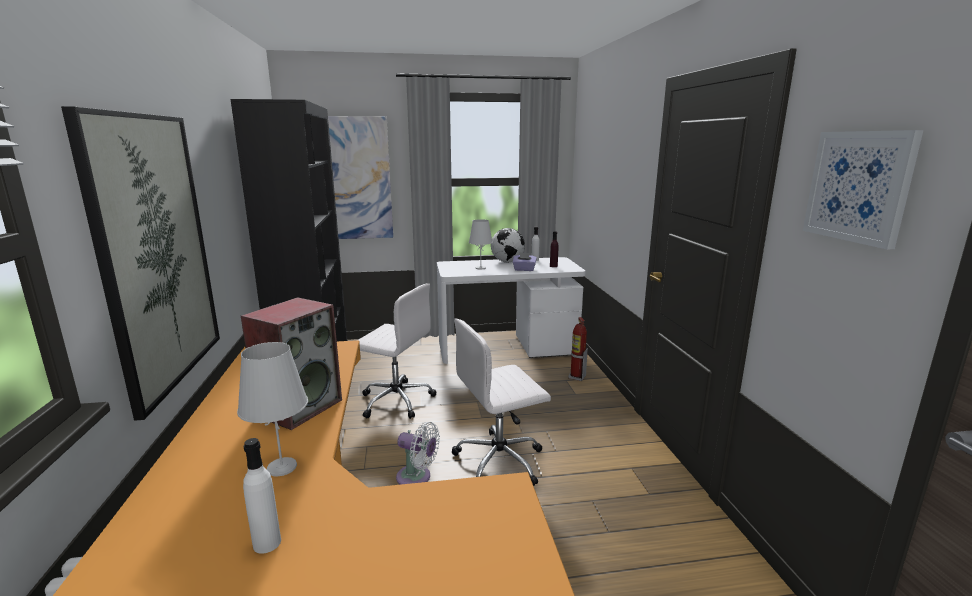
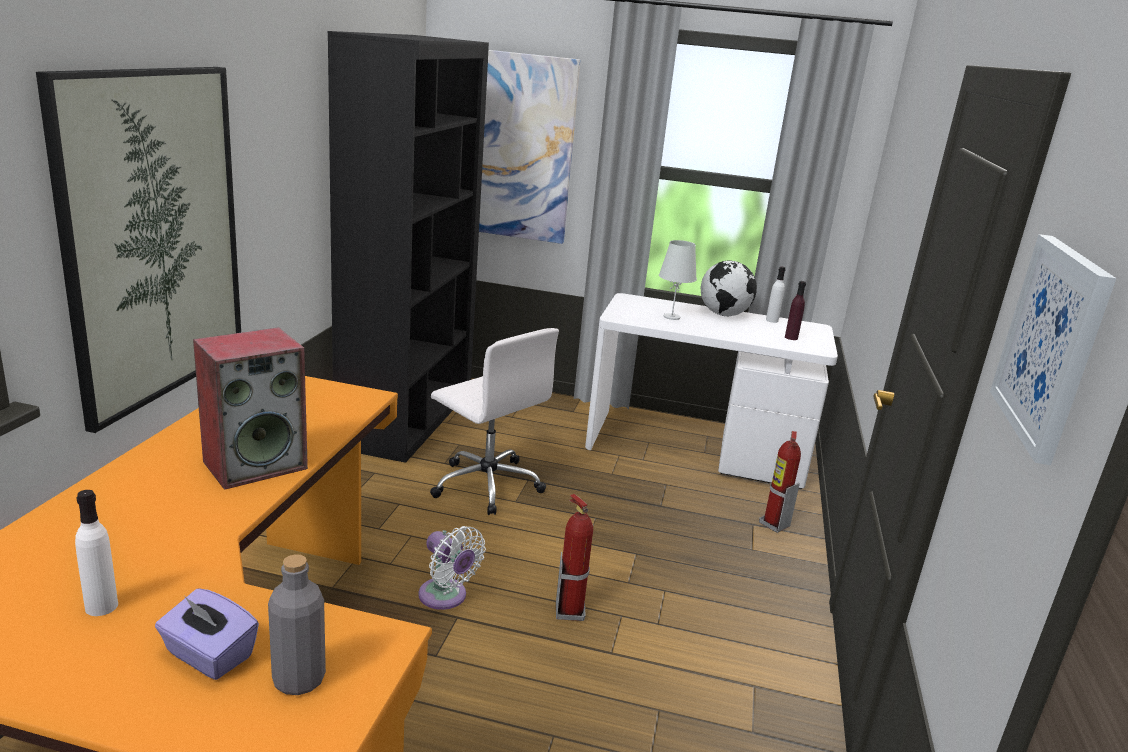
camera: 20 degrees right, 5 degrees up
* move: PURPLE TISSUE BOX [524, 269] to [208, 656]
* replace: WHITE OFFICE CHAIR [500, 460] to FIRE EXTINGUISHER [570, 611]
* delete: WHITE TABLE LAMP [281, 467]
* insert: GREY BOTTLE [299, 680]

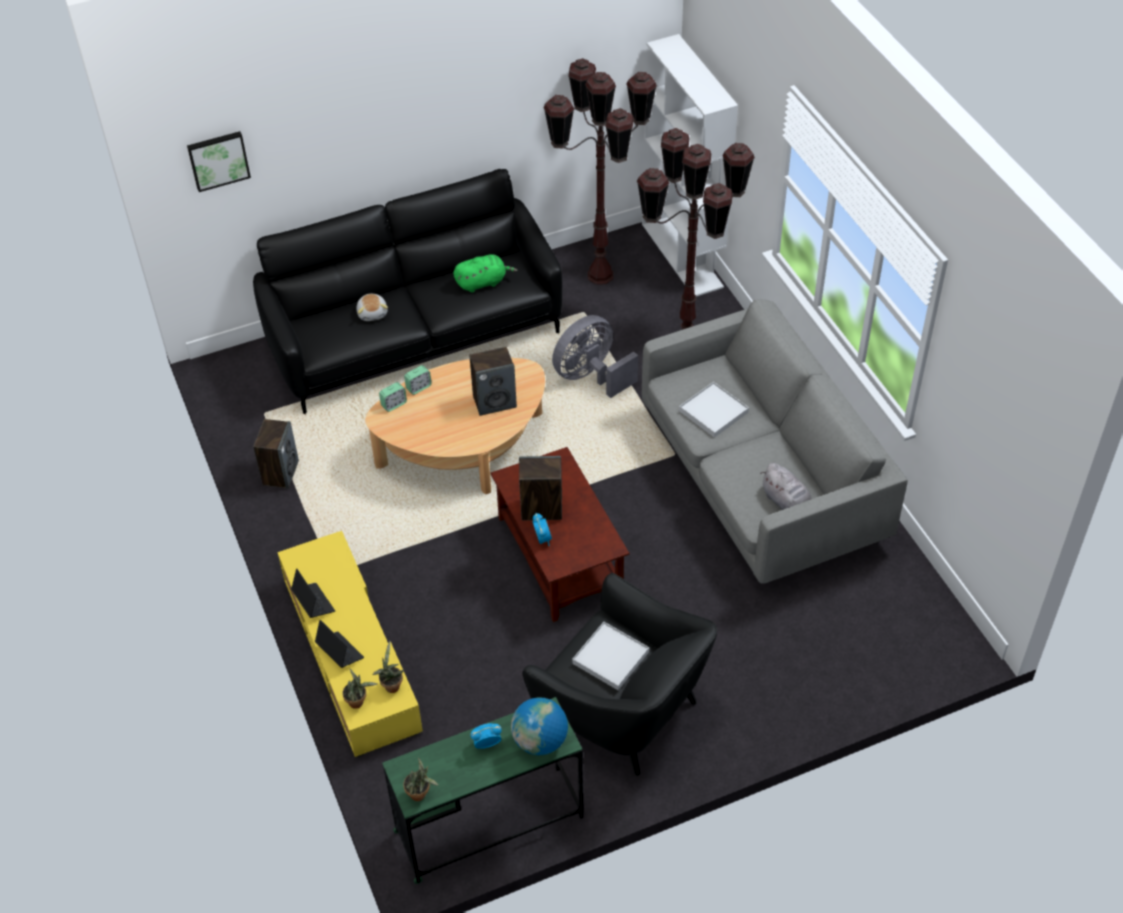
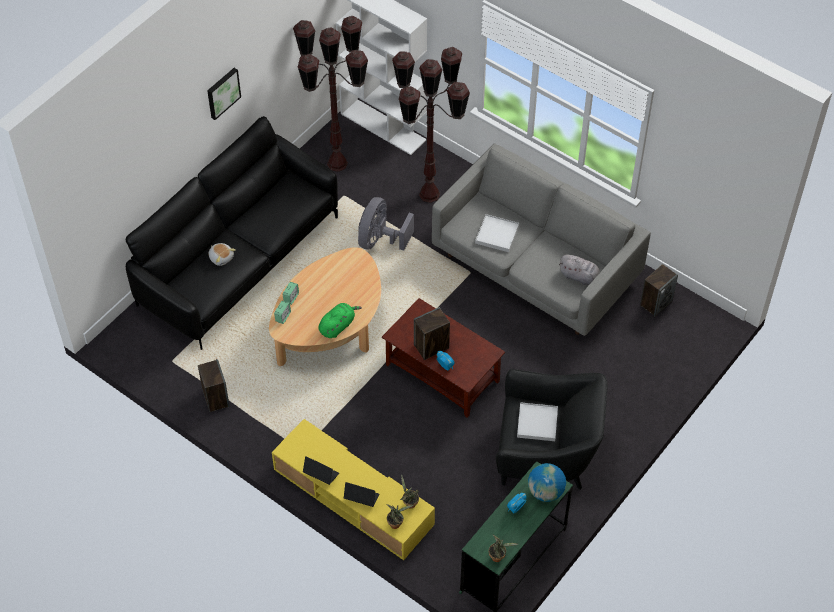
camera: 30 degrees left, 5 degrees up
* move: PICTURE [218, 160] to [222, 92]
* move: GREEN PLUSH TOY [483, 282] to [338, 326]
* move: SPEAKER [495, 401] to [656, 303]

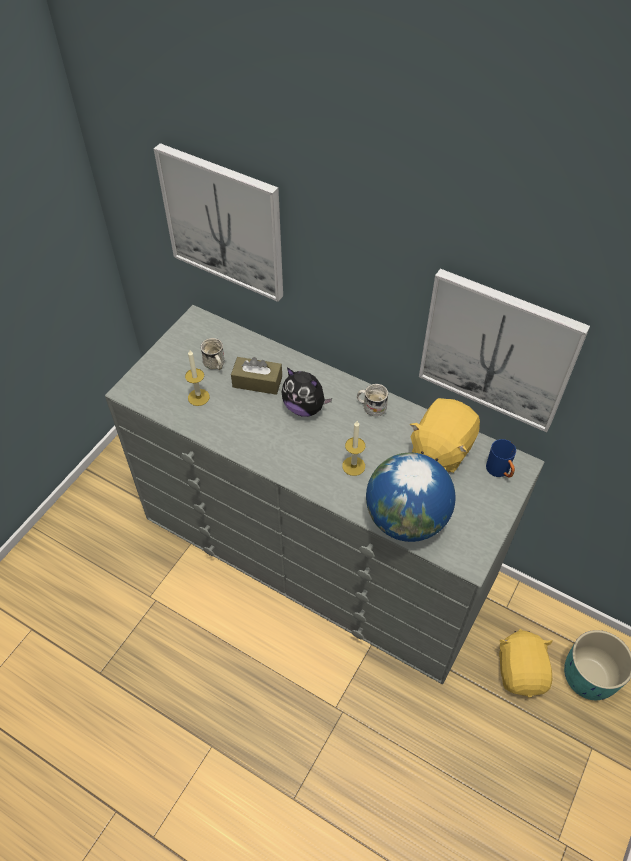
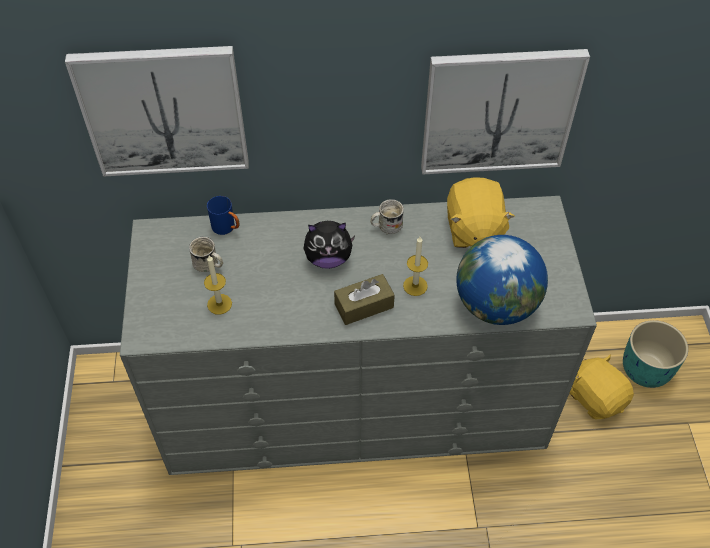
camera: 35 degrees left, 0 degrees up
* move: BROWN TISSUE BOX [257, 382] to [364, 306]
* move: BLUE MUG [500, 471] to [227, 228]

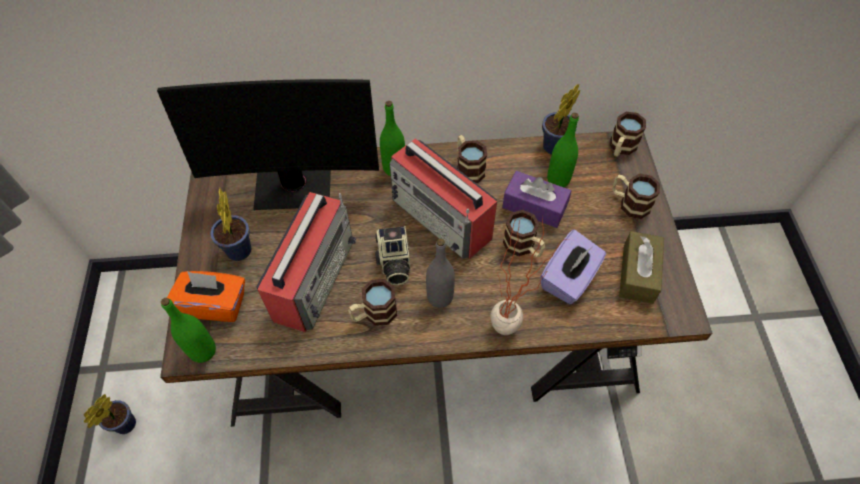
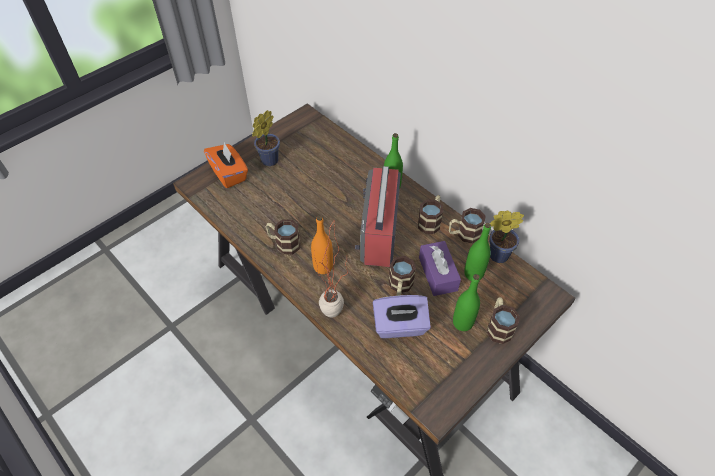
camera: 50 degrees right, 5 degrees down
* delete: MONITOR [294, 186]
* move: MUG [621, 148] to [464, 234]
* delete: RADIO [315, 277]
* delete: PHOTO CAMERA [393, 262]
* delete: BROWN TISSUE BOX [638, 273]
* recolor: GREY BOTTLE [440, 297] to ORANGE BOTTLE [323, 267]
* move: GREEN BOTTLE [203, 351] to [462, 323]
* delete: POTTED PLANT [123, 427]

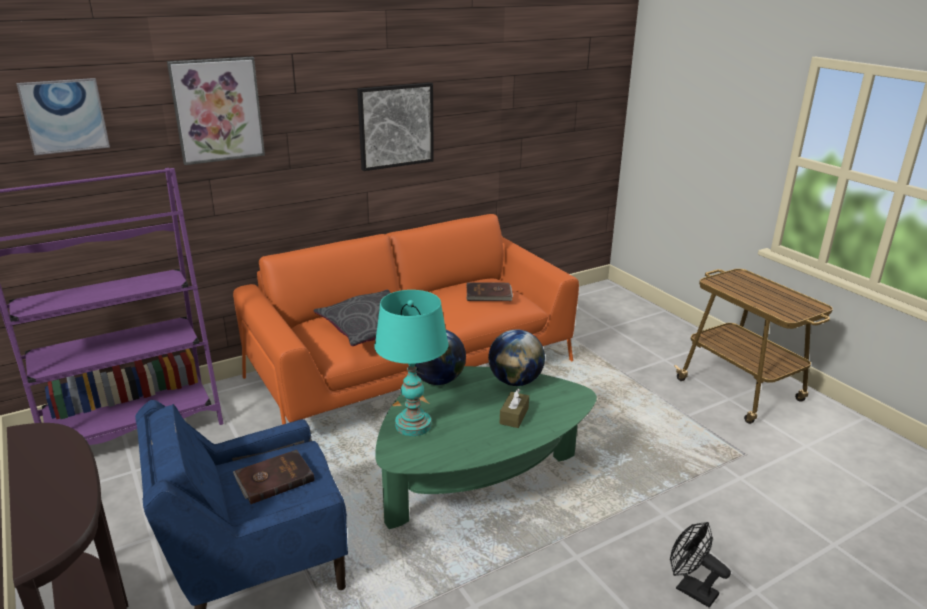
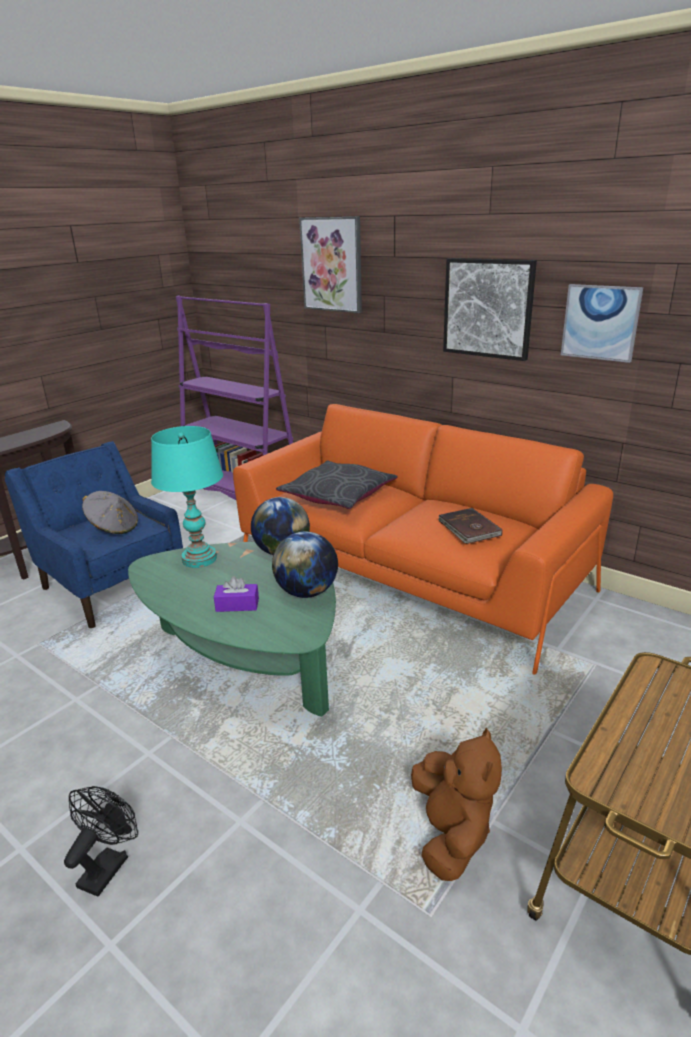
camera: 70 degrees right, 0 degrees up
* move: PICTURE [64, 116] to [600, 322]
* recolor: BROWN TISSUE BOX [514, 416] to PURPLE TISSUE BOX [237, 605]
* replace: BROWN BOOK [273, 478] to GREY HAT [113, 528]
* insert: BROWN PLUSH TOY [451, 834]

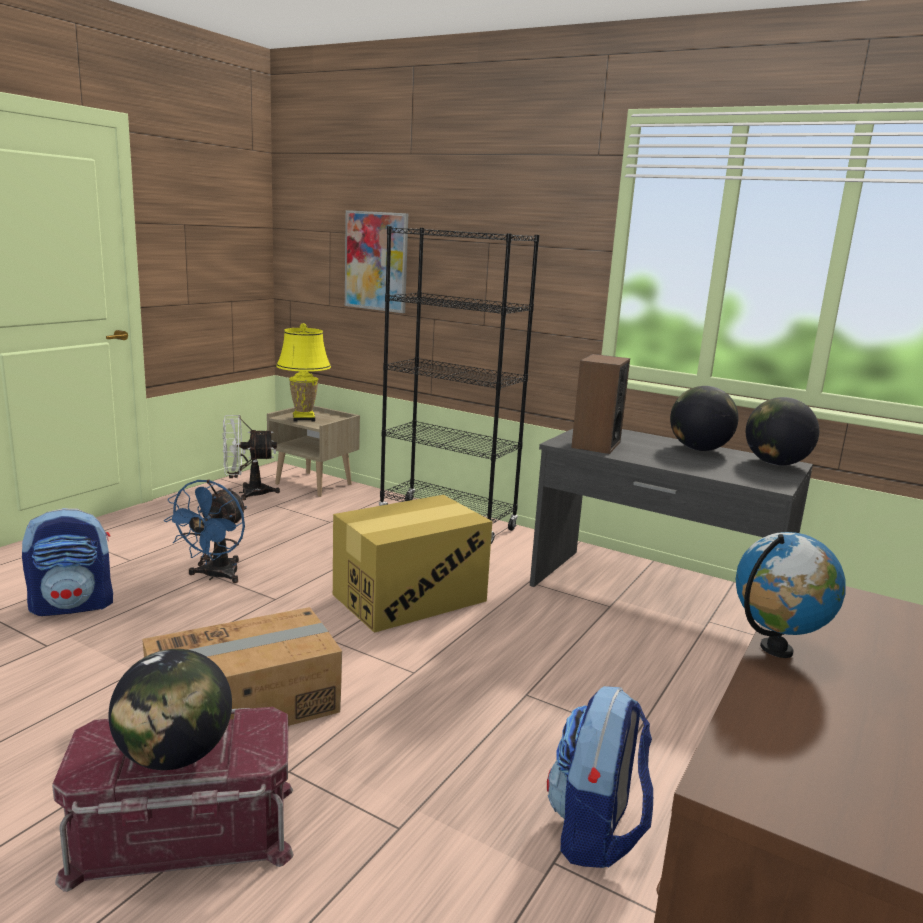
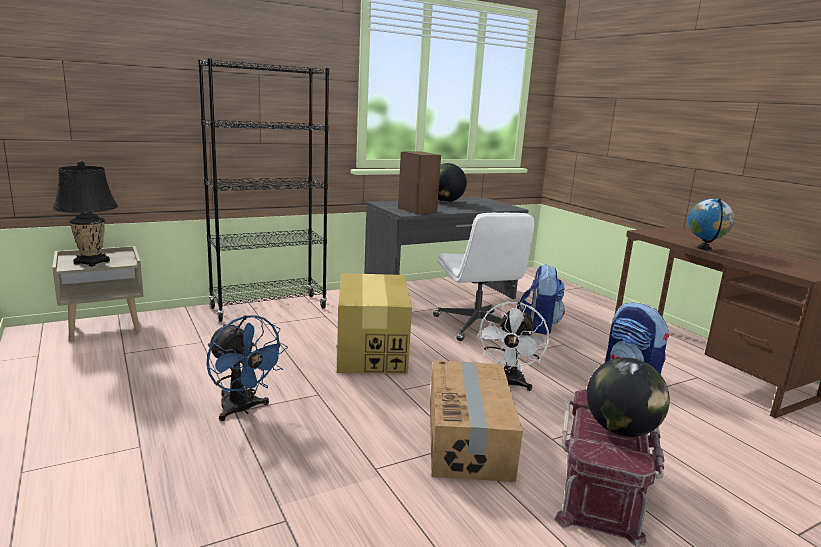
camera: 60 degrees left, 0 degrees up
* delete: PICTURE [376, 261]
* recolor: YELLOW TABLE LAMP [303, 418] to BLACK TABLE LAMP [91, 262]
* delete: GLOBE [775, 463]
* move: WHITE FAN [247, 493] to [508, 384]
* move: BACKPACK [73, 605] to [539, 326]
* insert: WHITE OFFICE CHAIR [477, 326]

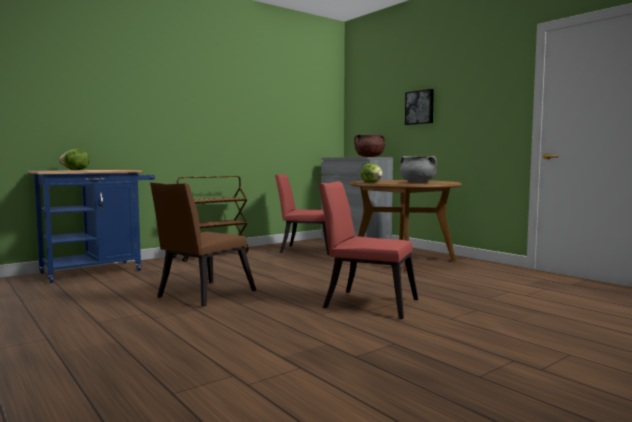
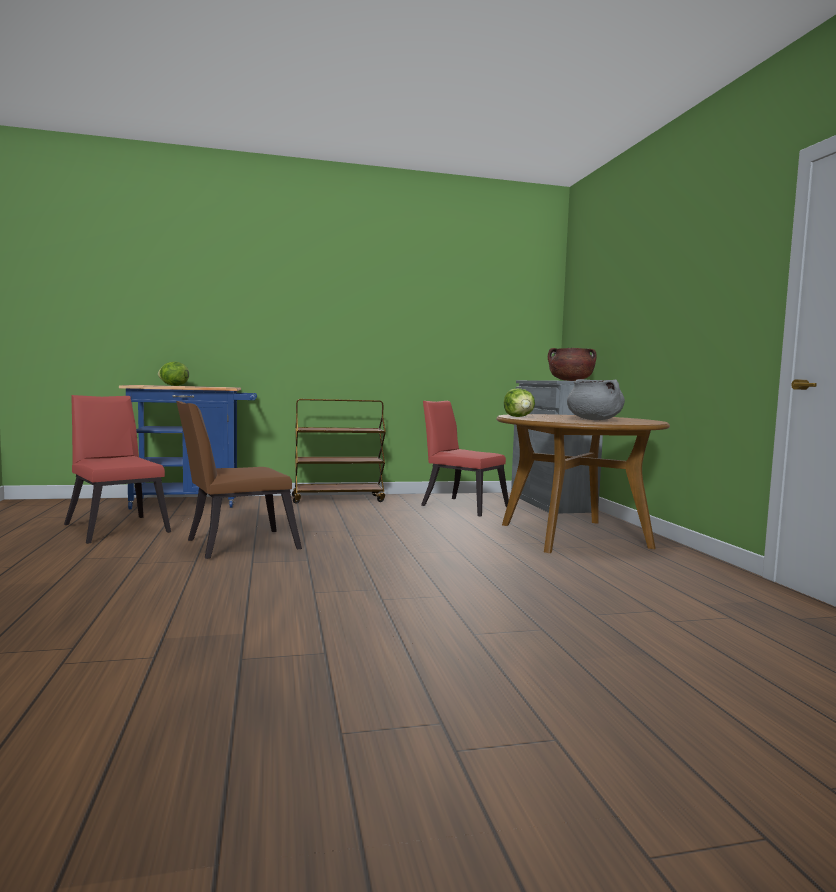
camera: 25 degrees right, 0 degrees up
* delete: PICTURE [420, 107]
* move: RED CHAIR [365, 303] to [116, 527]

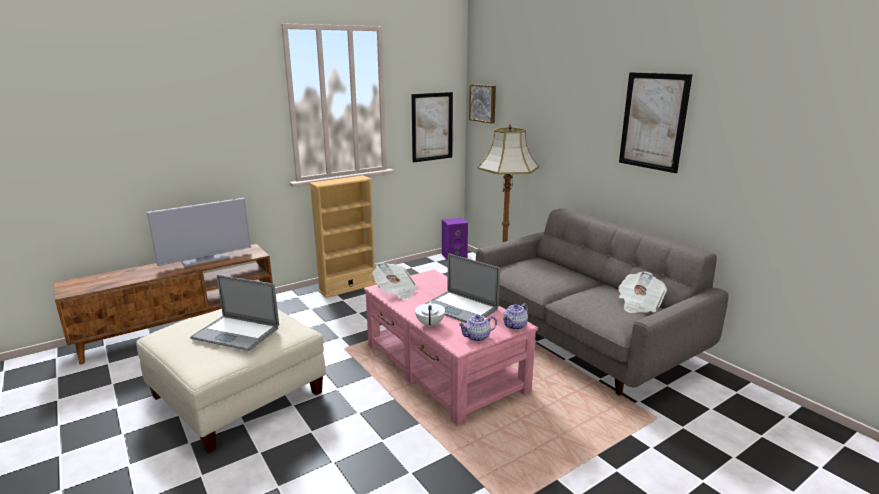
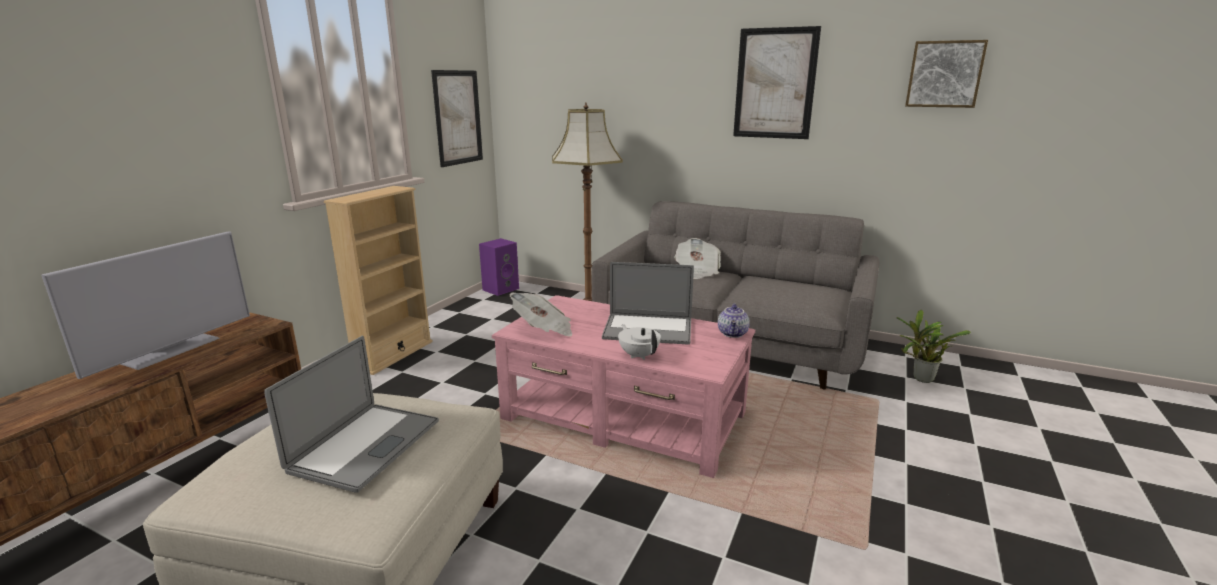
camera: 30 degrees left, 0 degrees up
* move: PICTURE [483, 103] to [944, 74]
* move: NEWSPAPER [639, 304] to [697, 271]
* rotate: LAPTOP [236, 333] = [365, 445] 60 degrees counterclockwise
* delete: TEAPOT [477, 337]
* insert: POTTED PLANT [920, 379]

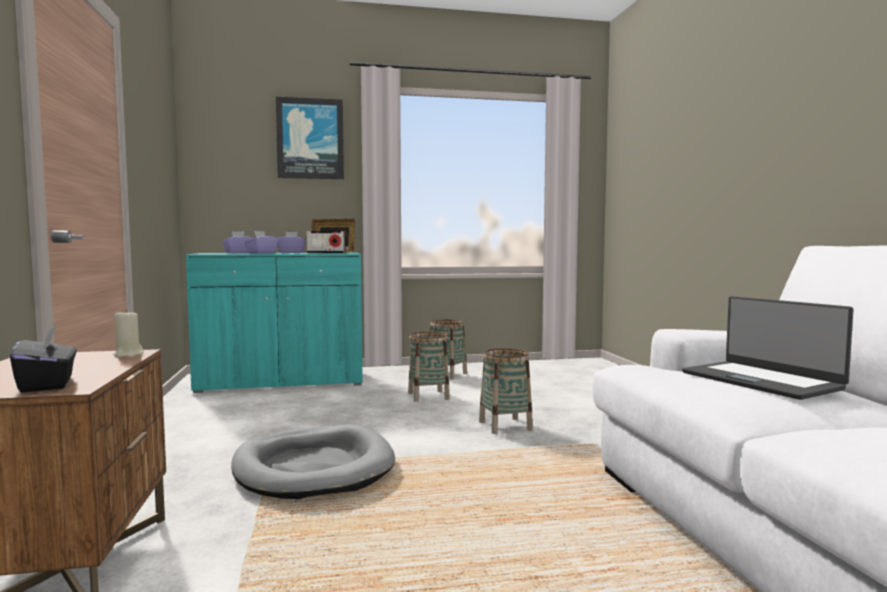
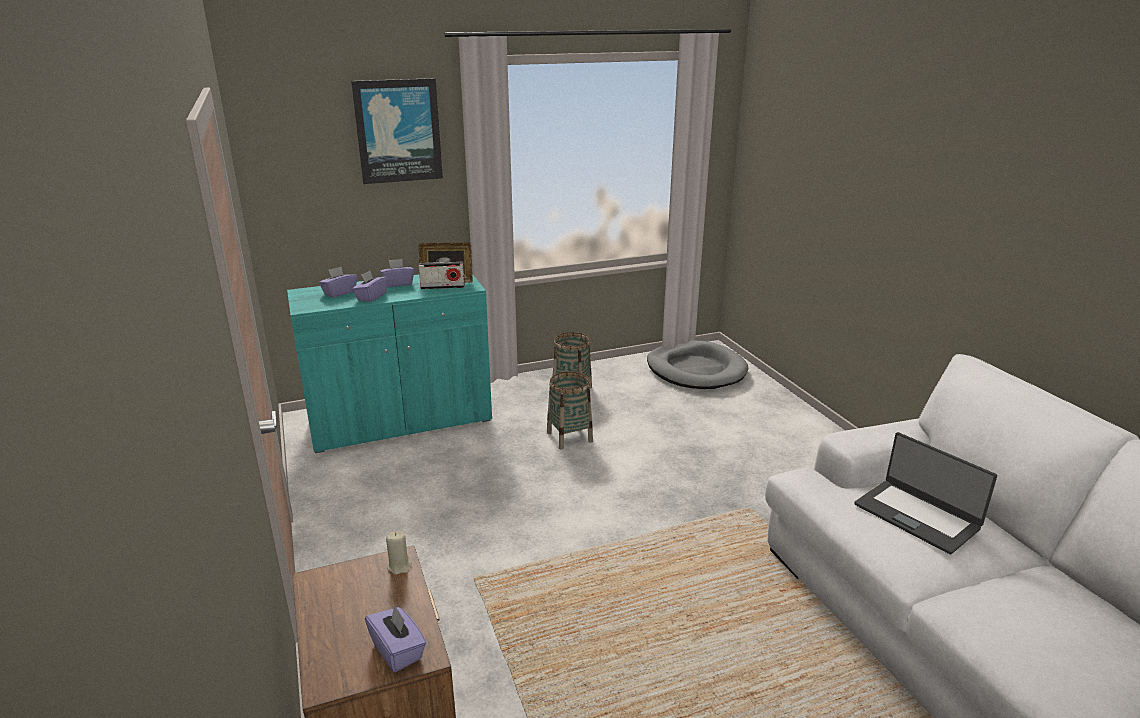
camera: 10 degrees left, 20 degrees up
* recolor: BLACK TISSUE BOX [48, 384] to PURPLE TISSUE BOX [398, 650]
* delete: BASKET [505, 426]
* move: GREY DOG BED [314, 468] to [696, 370]

